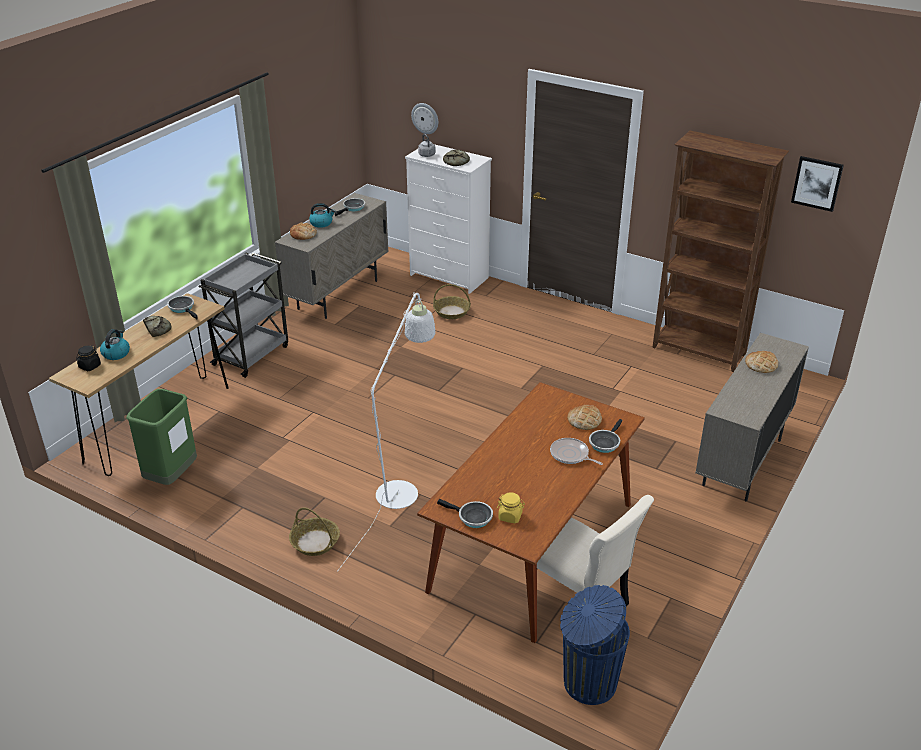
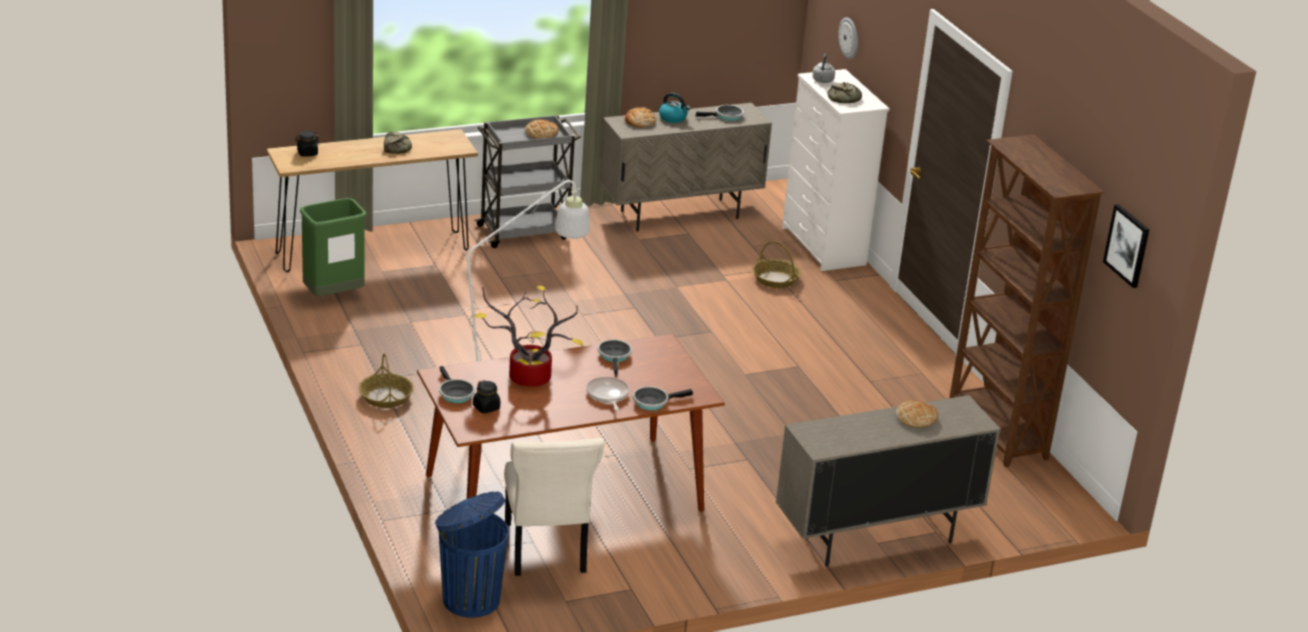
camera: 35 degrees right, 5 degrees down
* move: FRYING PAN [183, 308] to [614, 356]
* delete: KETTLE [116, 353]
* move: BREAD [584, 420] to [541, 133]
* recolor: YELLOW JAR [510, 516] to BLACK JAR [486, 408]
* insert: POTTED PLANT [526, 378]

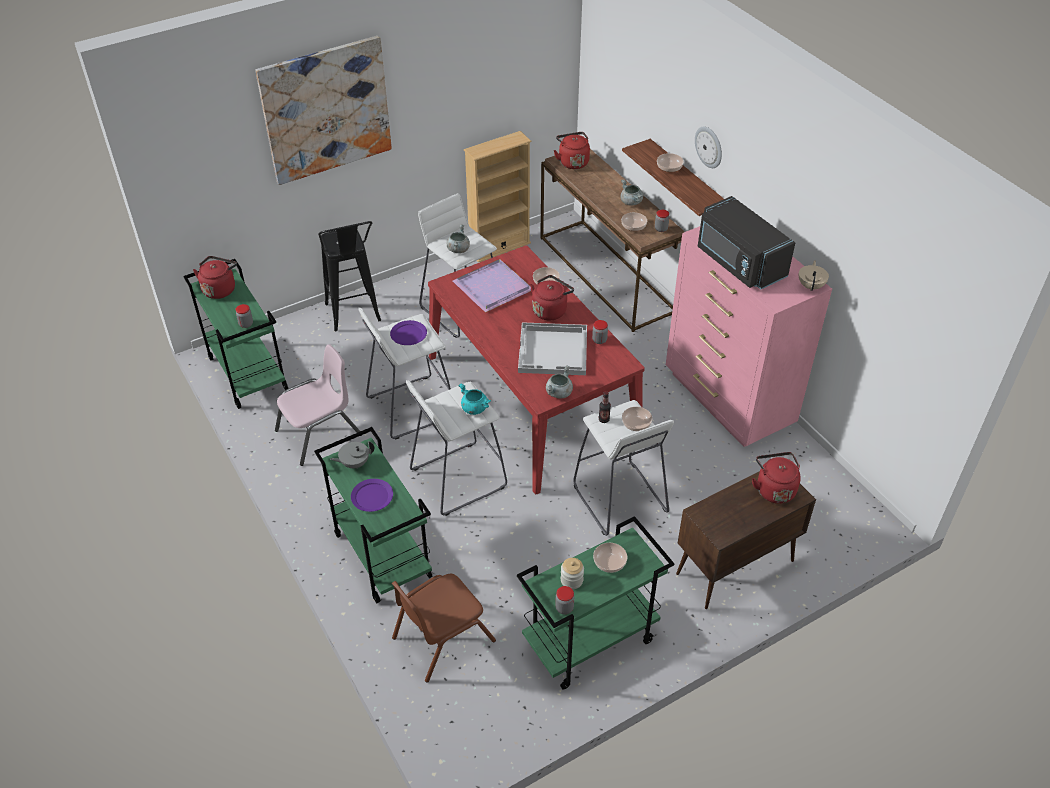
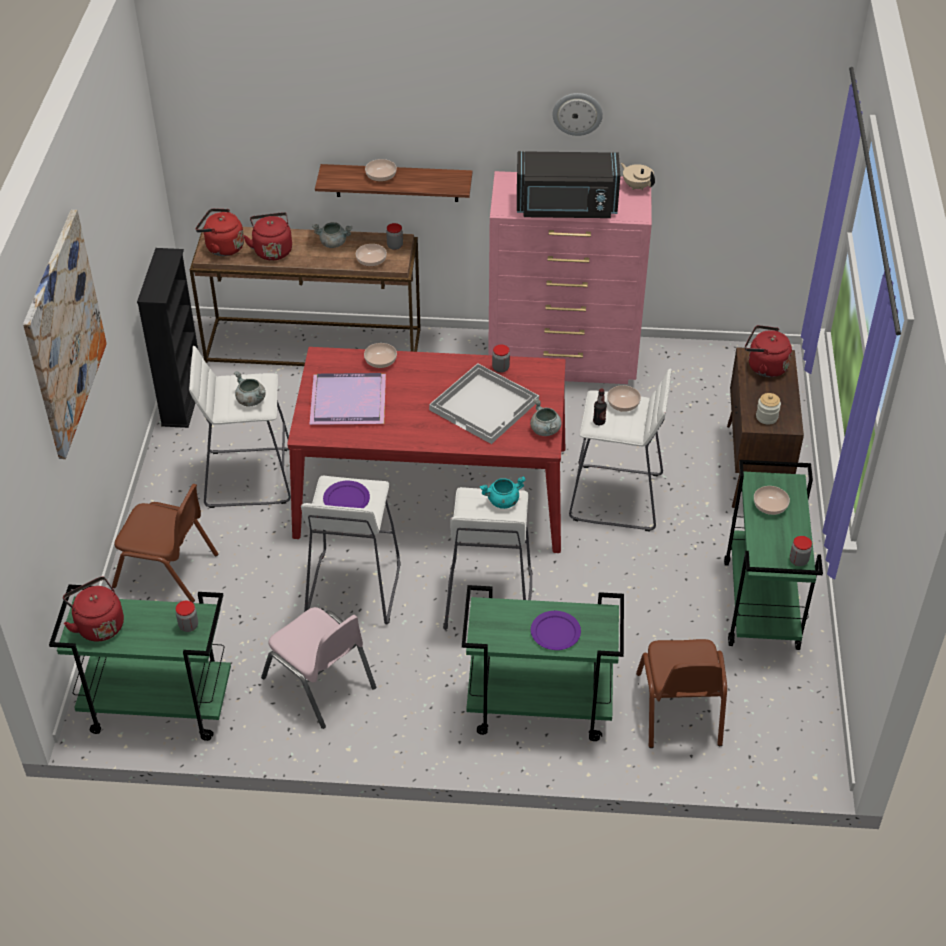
camera: 55 degrees left, 0 degrees up
* move: WALL CLOCK [709, 147] to [577, 113]
* recolor: BEIGE BOOKCASE [499, 247] to BLACK BOOKCASE [182, 399]
* replace: BLACK STOOL [355, 318] to BROWN CHAIR [166, 570]
* move: RED KETTLE [550, 310] to [272, 250]
* rotate: PINK CHAIR [319, 433] = [319, 683] 135 degrees clockwise
* delete: GREY TEAPOT [354, 463]
* move: JAR [571, 580] to [766, 417]

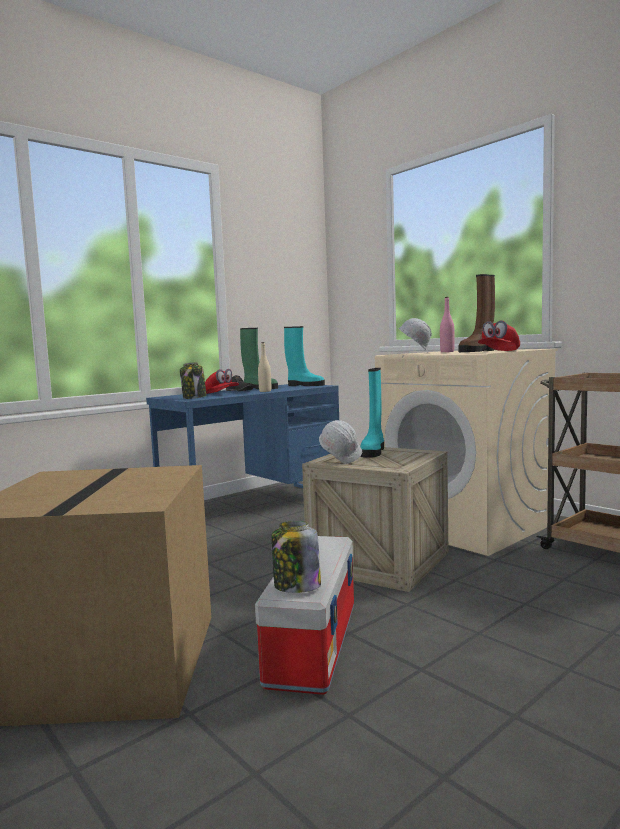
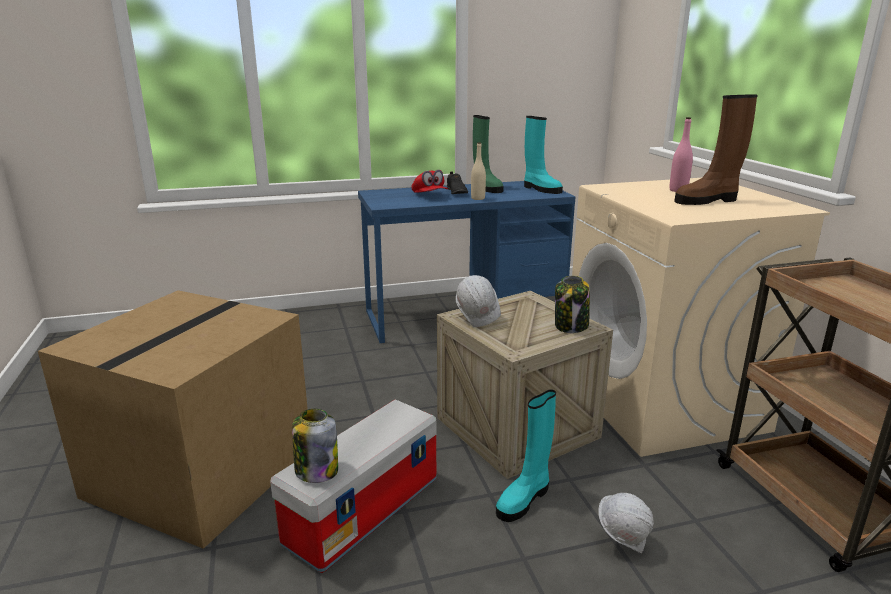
camera: 25 degrees right, 15 degrees up
* move: WHITE HARD HAT [414, 353] to [622, 541]
* delete: RED CAP [499, 351]
* move: JAR [194, 397] to [571, 326]
* move: TURQUOISE BOOT [373, 451] to [524, 499]

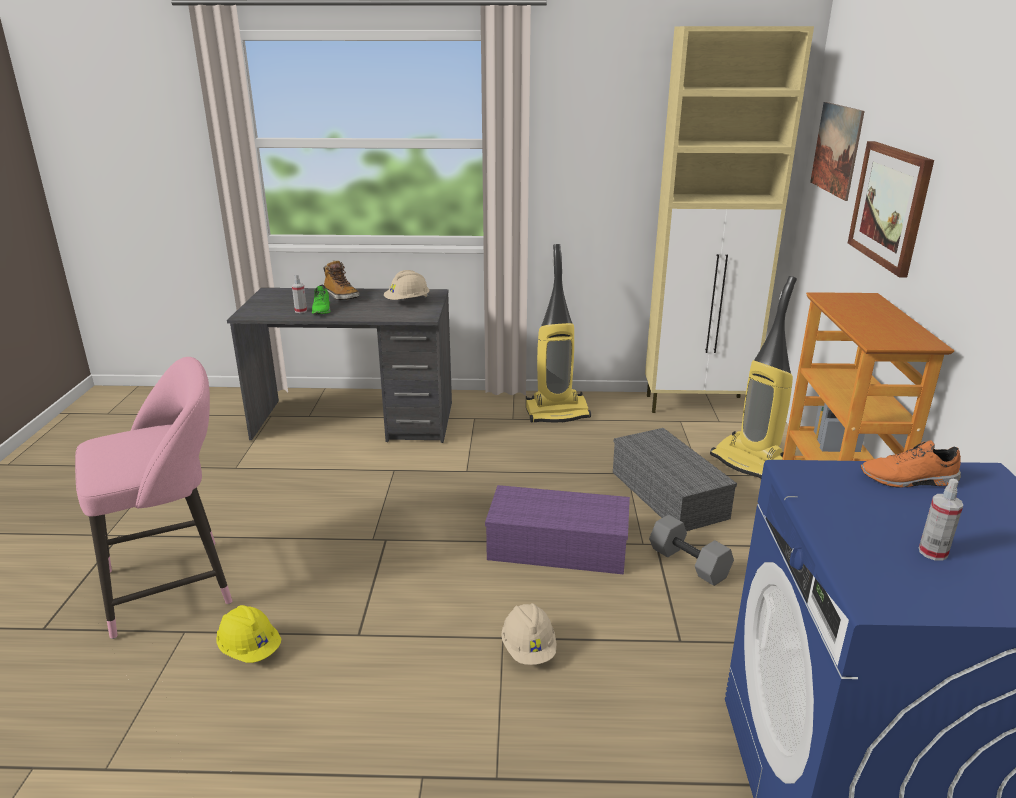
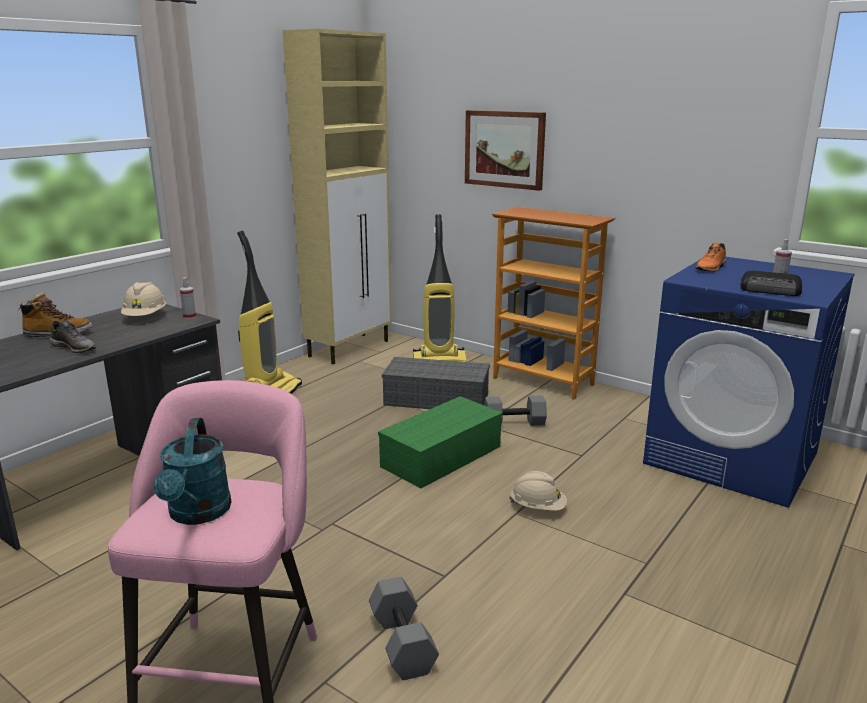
camera: 55 degrees left, 5 degrees down
* delete: PICTURE [836, 149]
* move: SPRAY BOTTLE [301, 311] to [189, 317]
* recolor: GREEN SHOE [322, 309] to GREY SHOE [75, 348]
* recolor: PURPLE STORAGE BOX [560, 546] to GREEN STORAGE BOX [442, 455]
* replace: YELLOW HARD HAT [250, 649] to GREY DUMBBELL [400, 642]
* insert: RADIO [771, 290]
* insert: TURQUOISE WATERING CAN [197, 514]

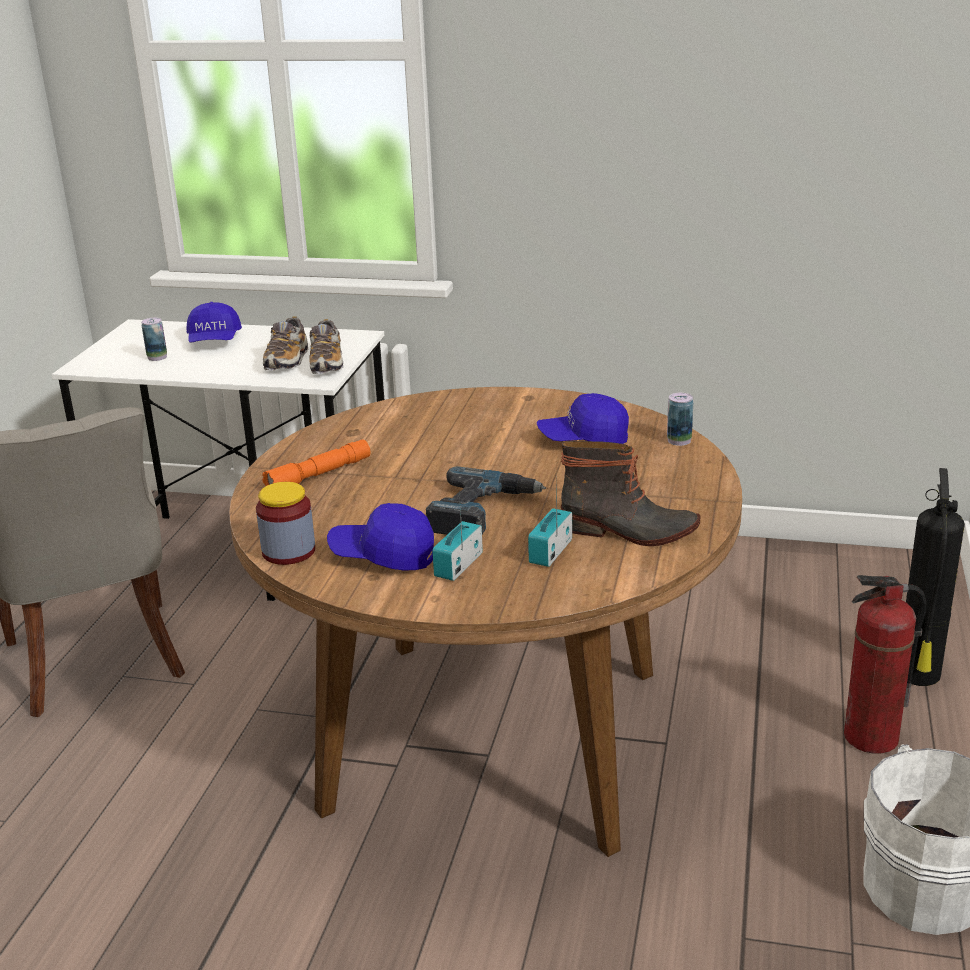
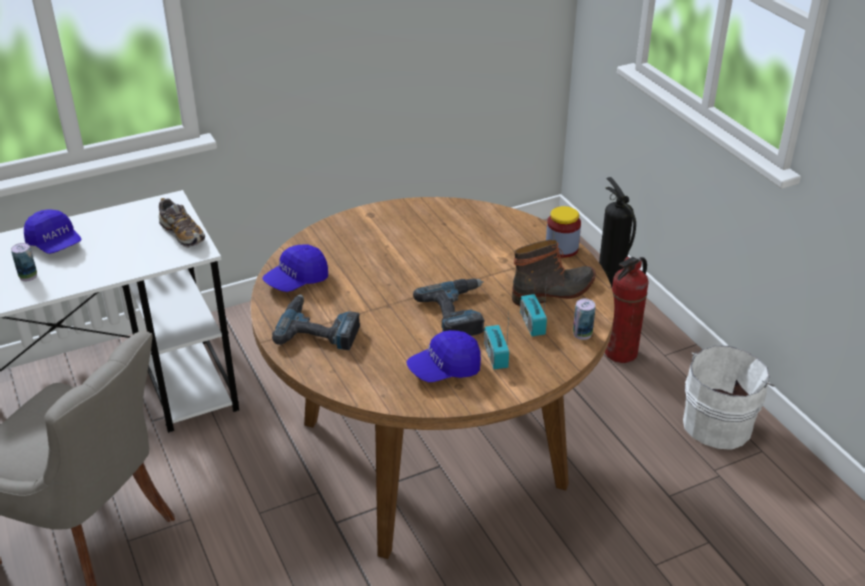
camera: 40 degrees left, 10 degrees up
* delete: SHOE [287, 360]
* move: BLUE CAP [583, 439] to [296, 281]
* move: CAN [679, 440] to [582, 334]
* replace: ORANGE FLASHLIGHT [319, 475] to POWER DRILL [319, 329]
* move: JAR [288, 551] to [561, 248]

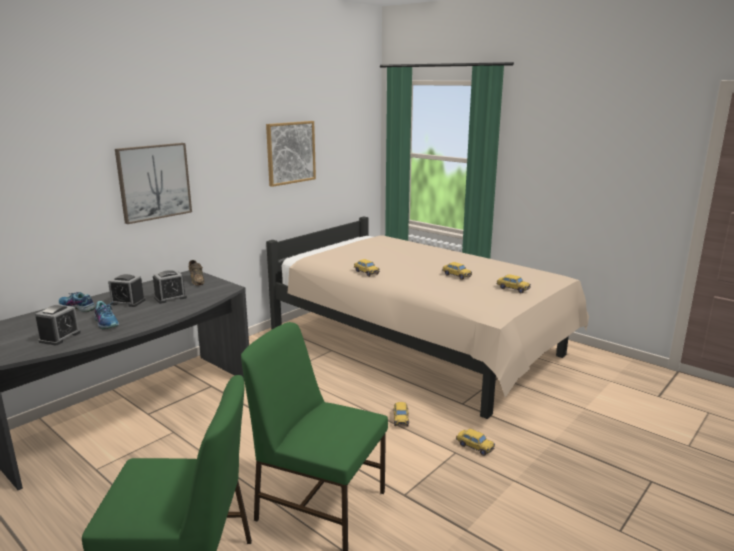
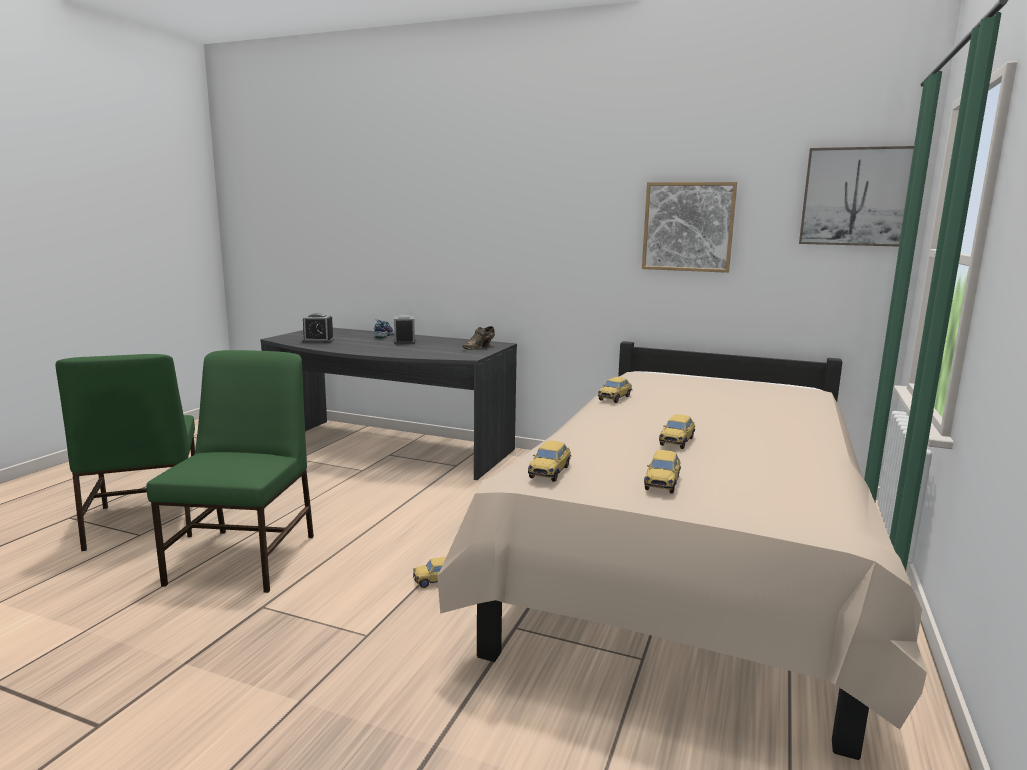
camera: 70 degrees right, 5 degrees down
* move: PICTURE [154, 182] to [855, 197]
* delete: ALARM CLOCK [170, 298]
* delete: SHOE [107, 322]
* move: TOY CAR [474, 447] to [550, 472]

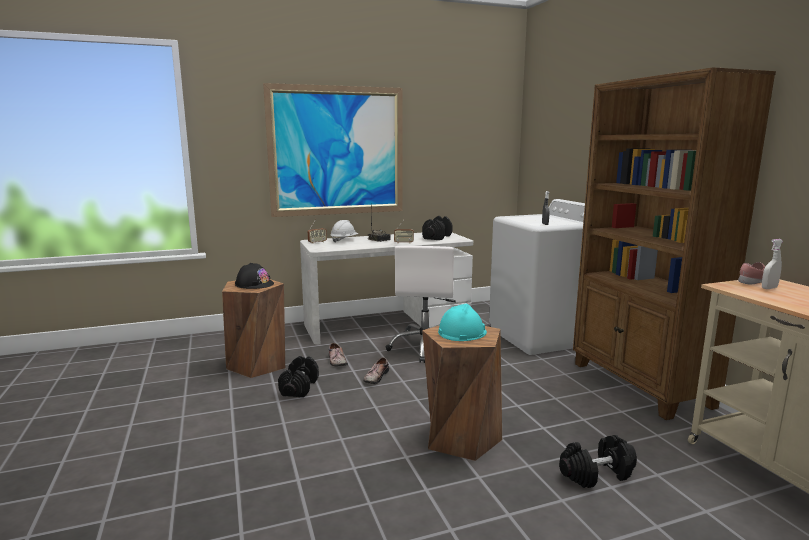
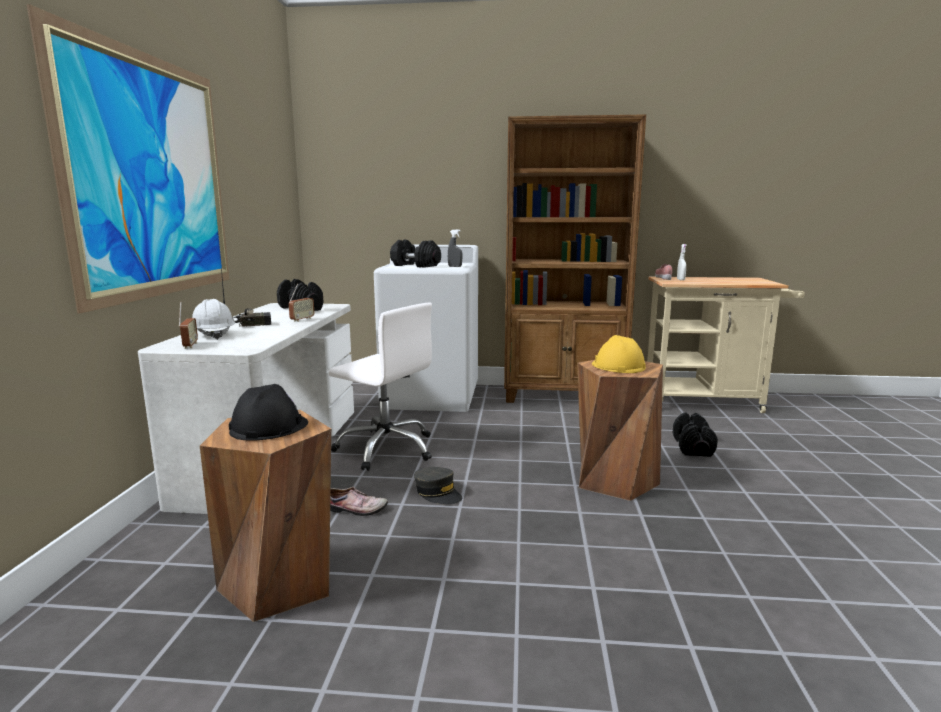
camera: 65 degrees left, 0 degrees up
* recolor: TURQUOISE HARD HAT [462, 332] to YELLOW HARD HAT [618, 366]
* move: BLACK DUMBBELL [299, 387] to [415, 265]
* replace: SHOE [375, 377] to GREY CAP [438, 493]

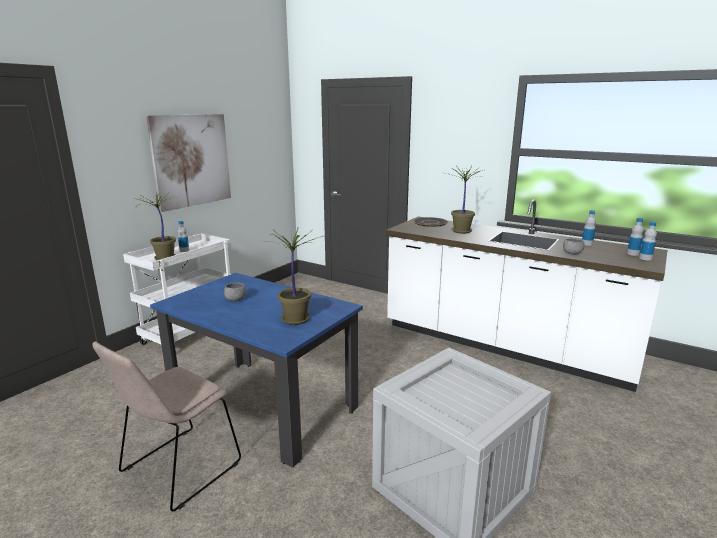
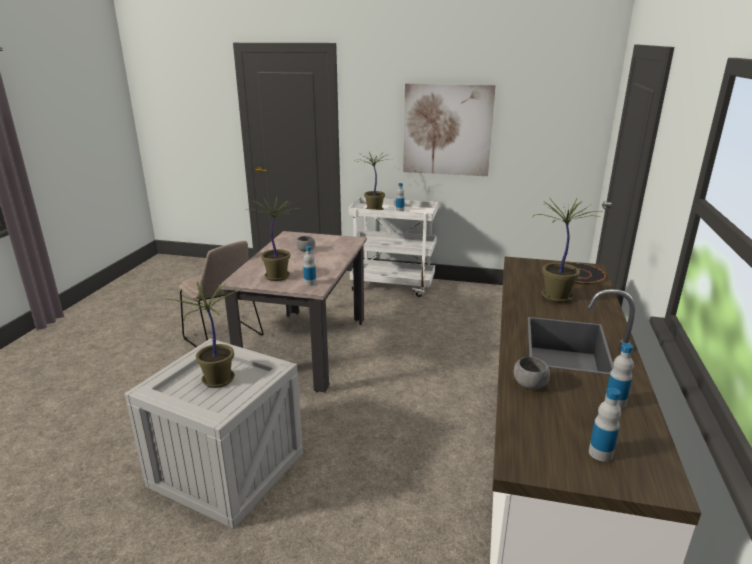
camera: 70 degrees right, 5 degrees up
* move: BOTTLE [645, 258] to [310, 283]
* recolor: BLUE DINING TABLE [264, 407] to BEIGE DINING TABLE [305, 347]
* rotate: BEIGE CHAIR [178, 470] = [224, 338] 150 degrees counterclockwise
* insert: POTTED PLANT [218, 380]

